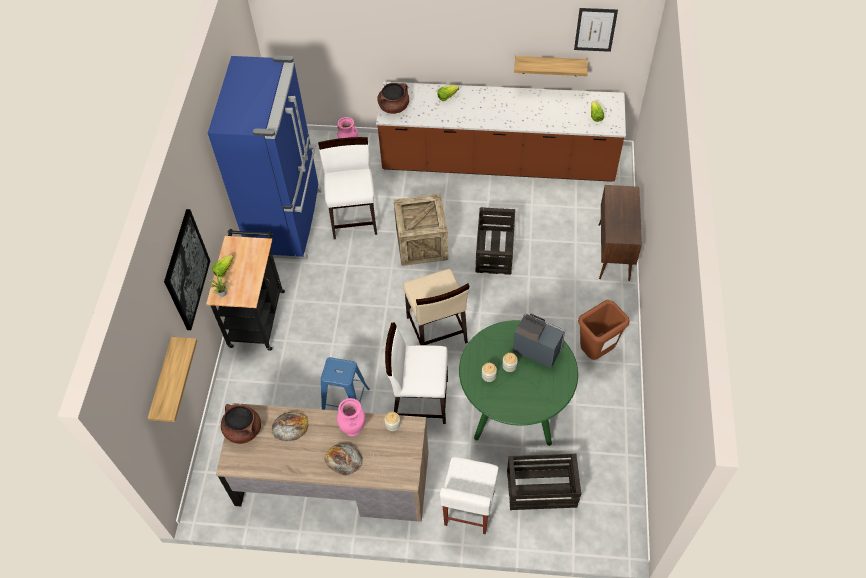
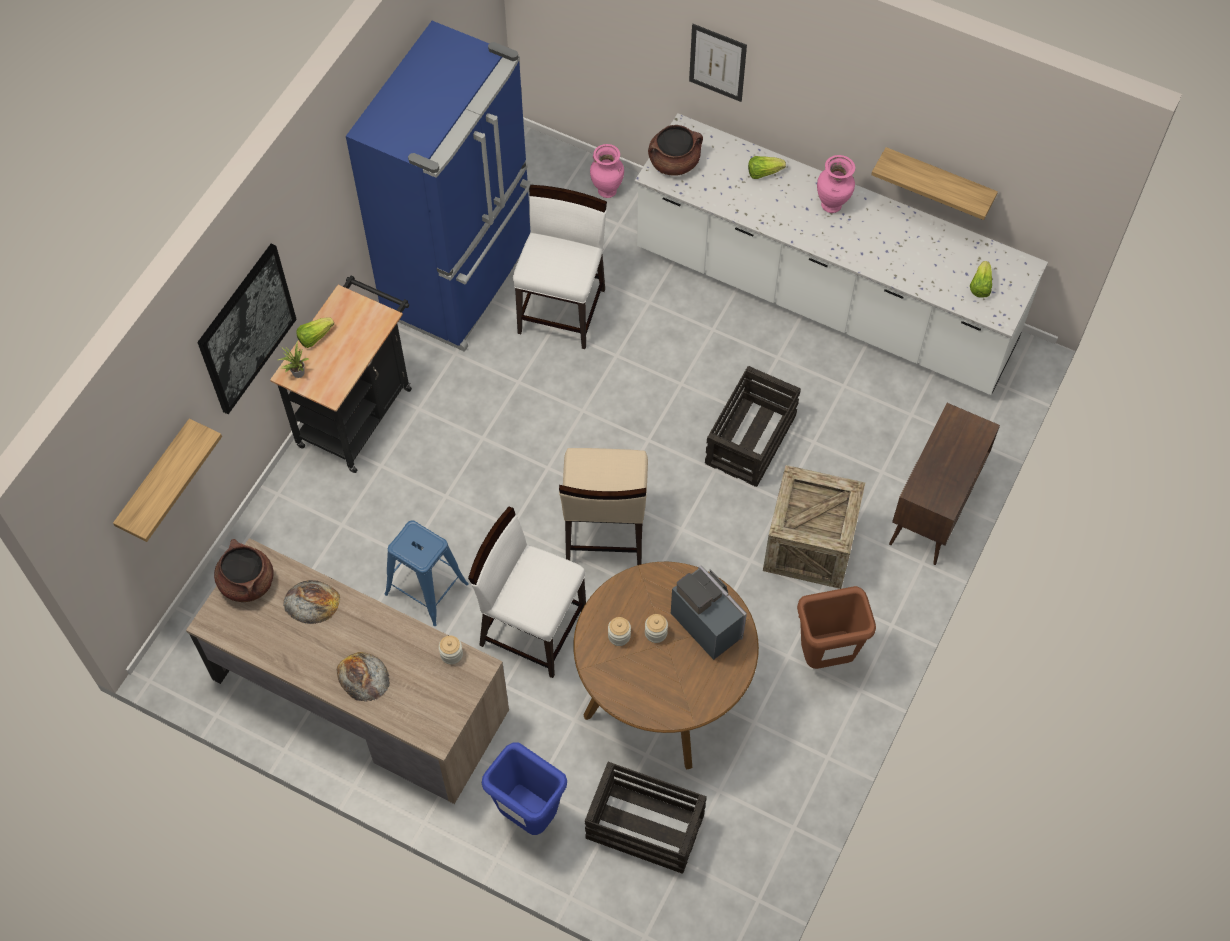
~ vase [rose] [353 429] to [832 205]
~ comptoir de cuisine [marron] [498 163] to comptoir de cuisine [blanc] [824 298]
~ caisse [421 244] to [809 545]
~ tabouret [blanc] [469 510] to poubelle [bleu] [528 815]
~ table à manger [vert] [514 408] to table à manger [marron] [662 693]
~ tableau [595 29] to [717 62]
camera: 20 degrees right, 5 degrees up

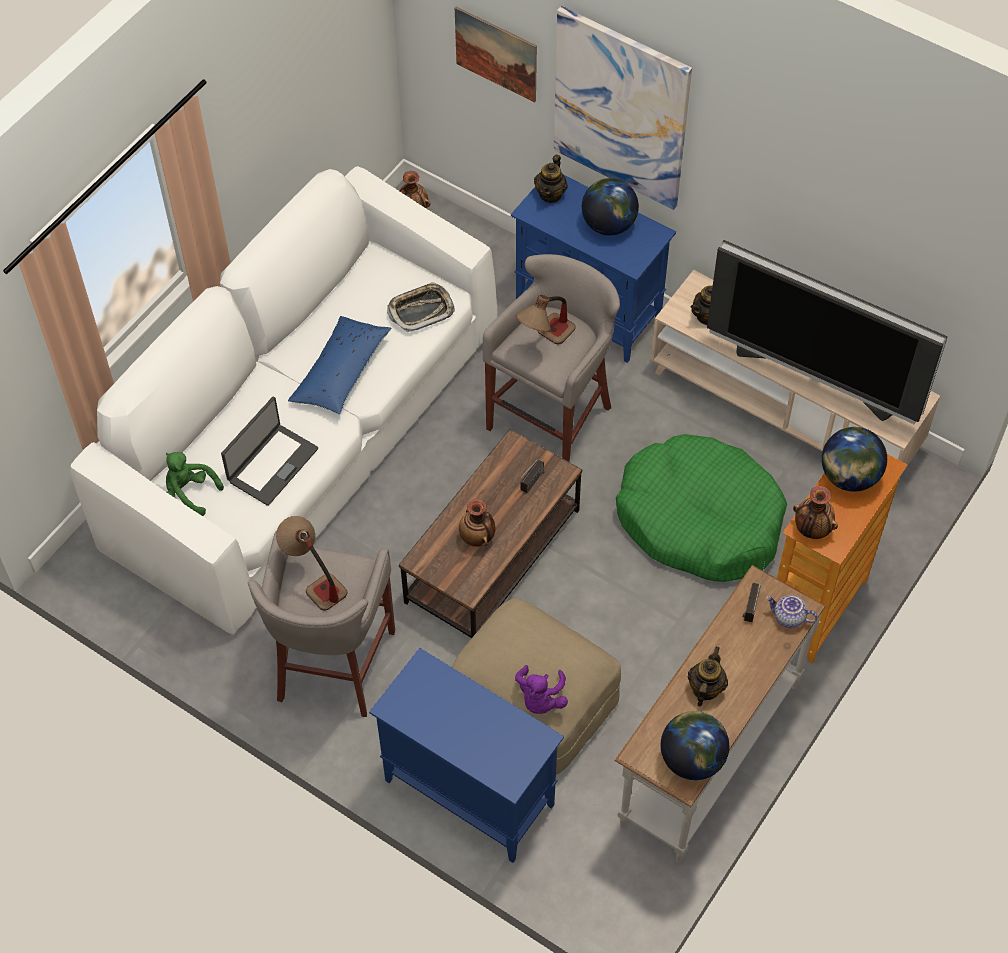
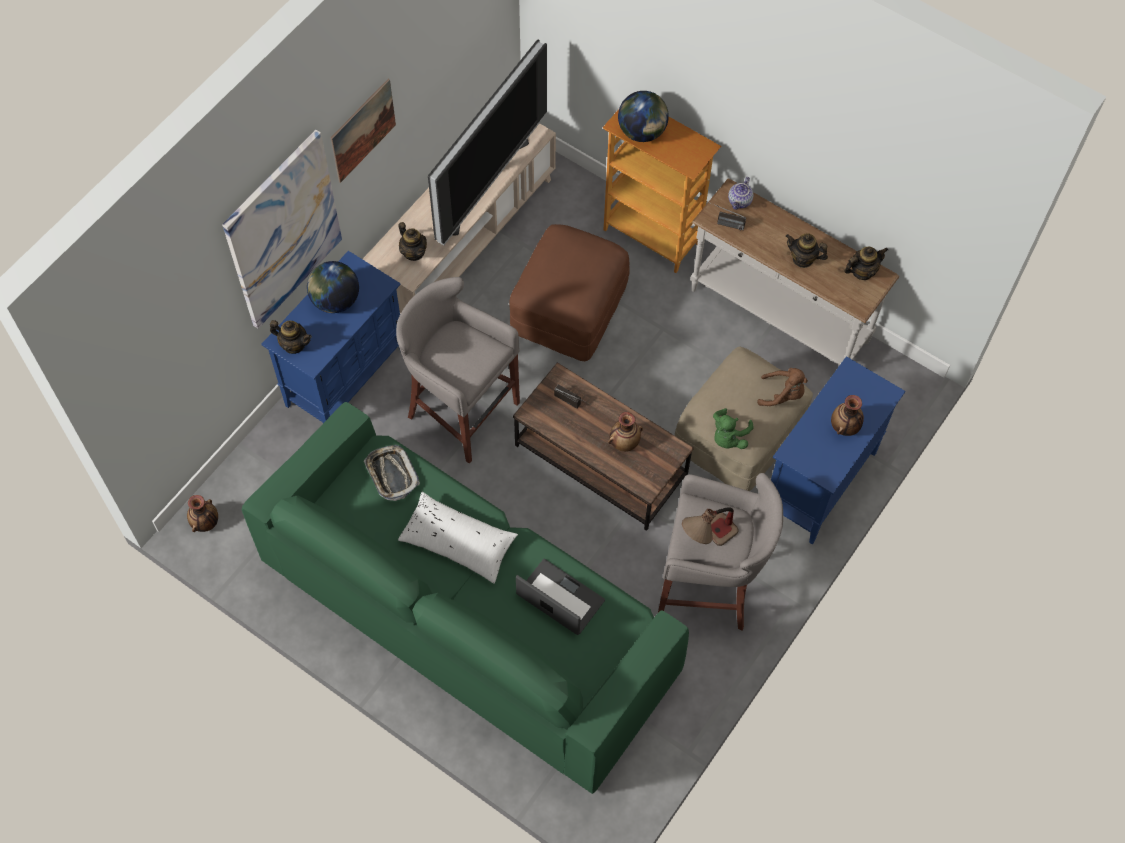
~ canapé [blanc] [304 437] to canapé [vert] [469 616]
~ peluche [vert] [190 493] to [728 437]
~ coussin [bleu] [341 372] to coussin [blanc] [458 542]
~ tableau [496 54] to [363 130]
~ peluche [violet] [540 699] to peluche [marron] [782 394]
- lampe de table [545 341]
~ panier pour chien [vert] [699 520] to pouf [marron] [568 308]
~ globe [692 759] to théière [862 271]
~ vase [812 529] to [845 427]
camera: 90 degrees left, 5 degrees up

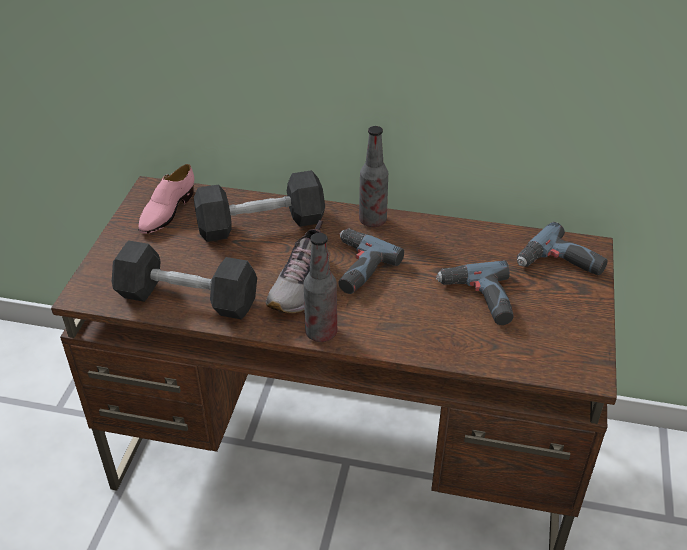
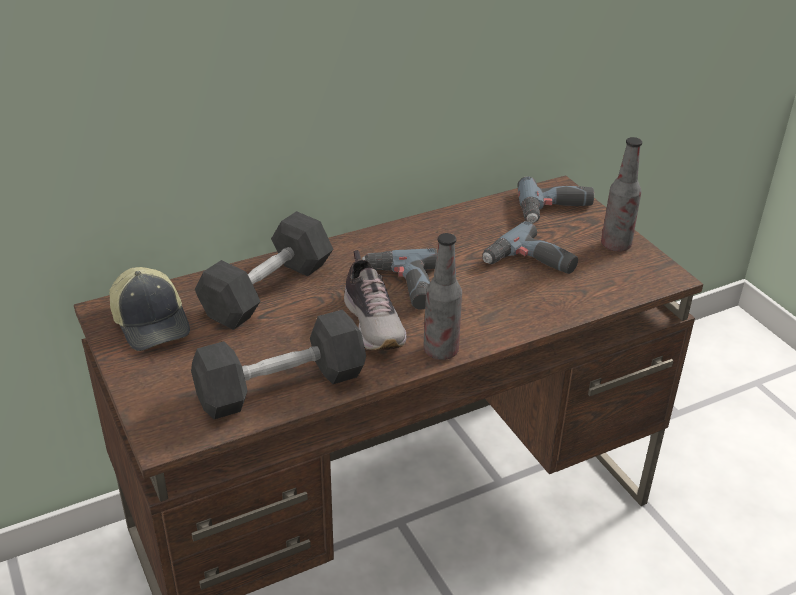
~ chaussure [rose] [167 211] to casquette [152 323]
~ bouteille [372 220] to [615 245]
camera: 40 degrees left, 5 degrees down

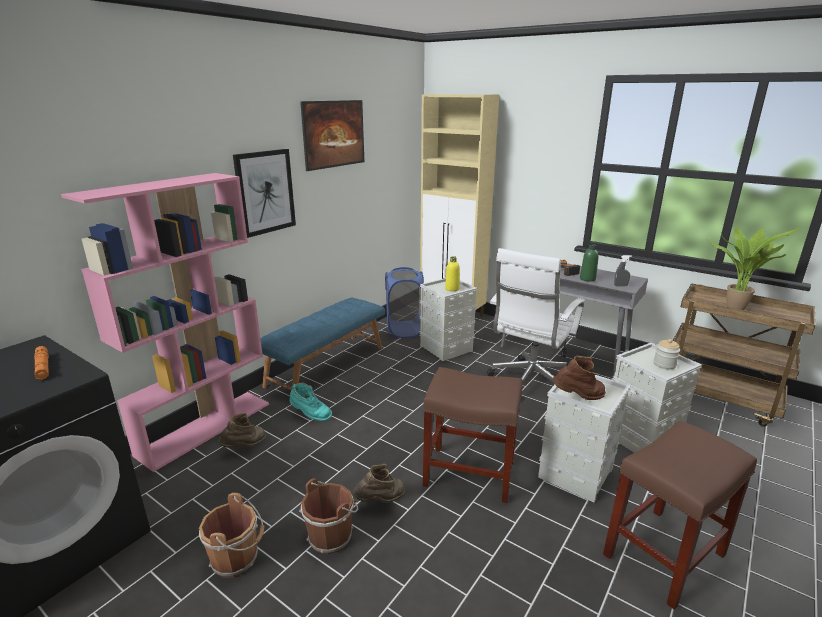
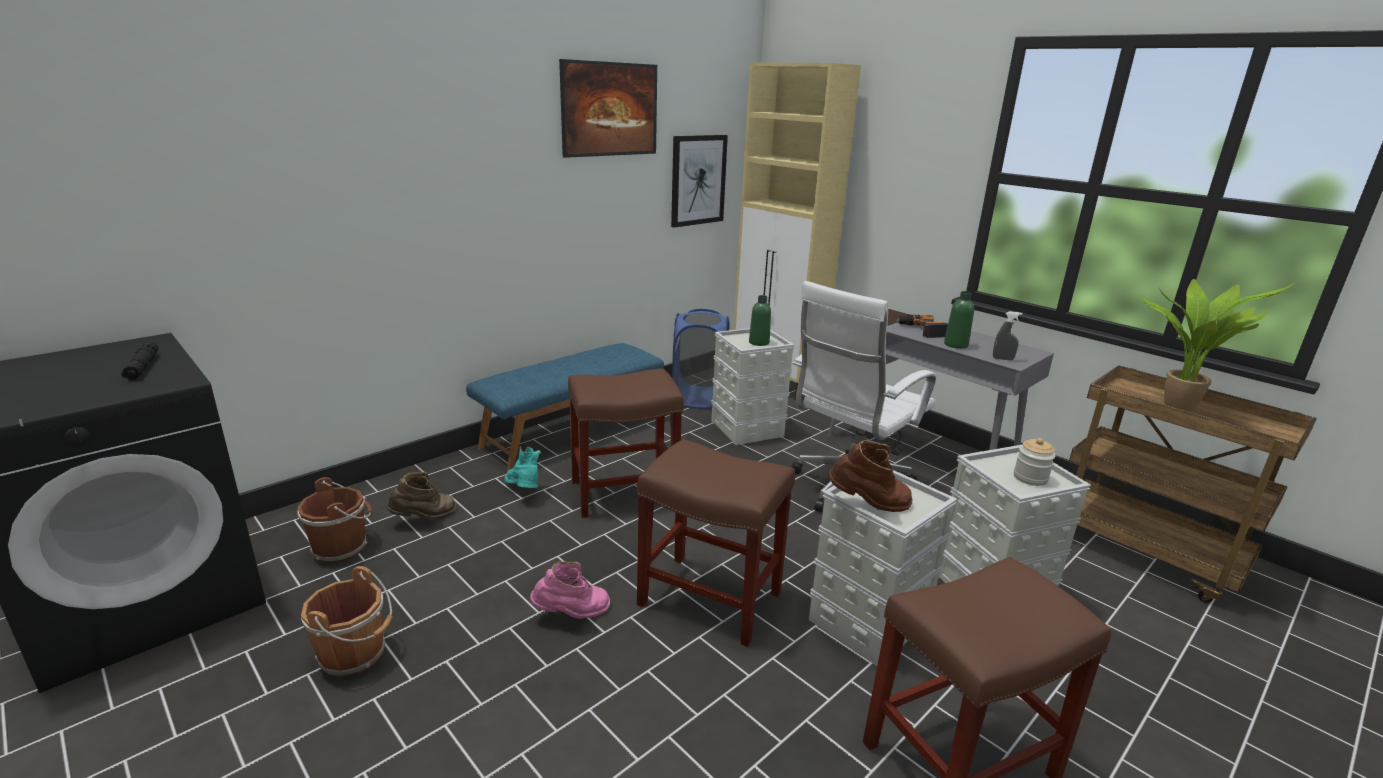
~ lampe de poche [orange] [43 367] to lampe de poche [noir] [143 367]
- bibliothèque [rose] [206 427]
~ tableau [265 192] to [698 180]
~ botte [turquoise] [310 415] = [524 491] 150 degrees counterclockwise
~ seau [marron] [331 535] to [342 547]
~ botte [marron] [381 500] to botte [rose] [572 614]
~ bouteille [jaune] [452 289] to bouteille [vert] [759 342]
+ tabouret [marron] [625 492]
camera: 10 degrees right, 0 degrees up

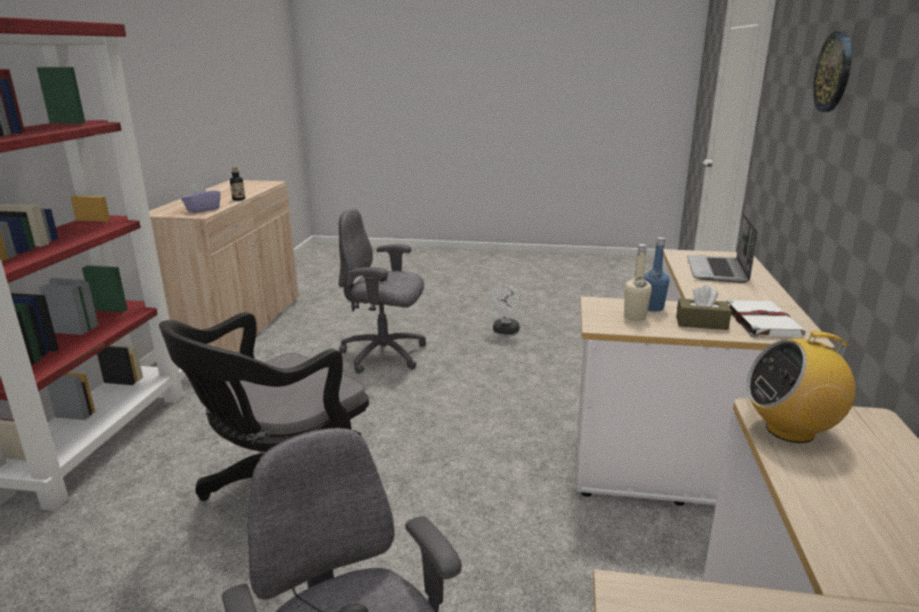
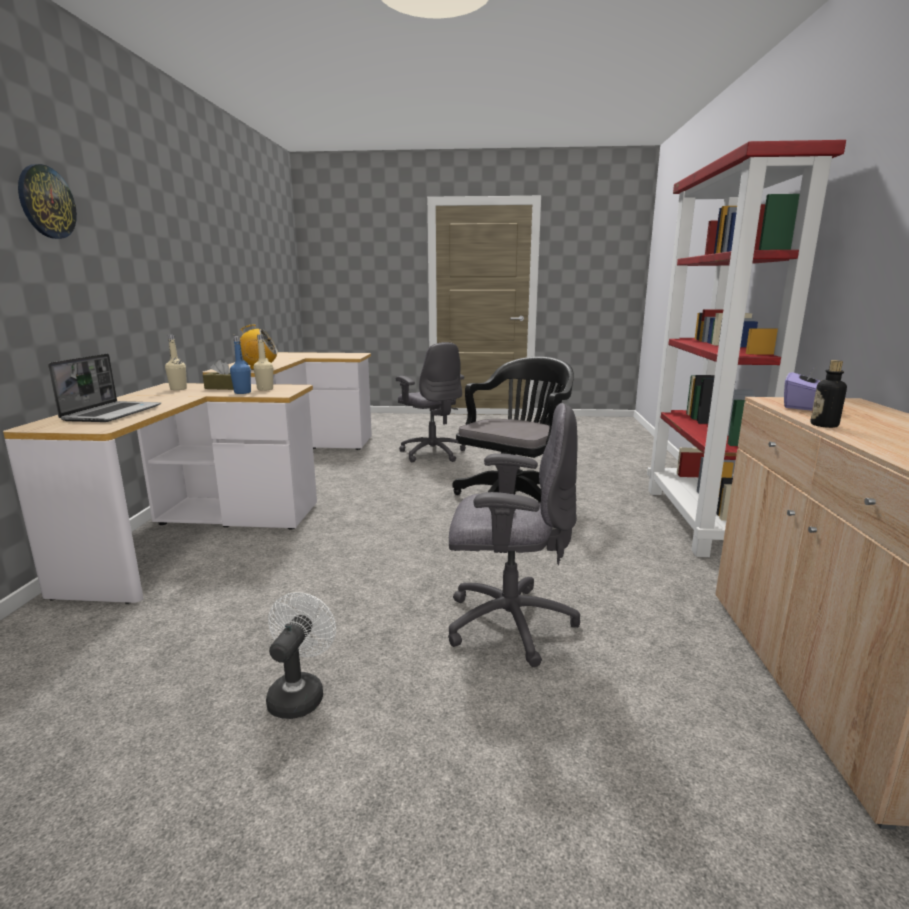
~ livre [blanc] [761 321] to bouteille [beige] [178 389]
camera: 175 degrees right, 5 degrees down

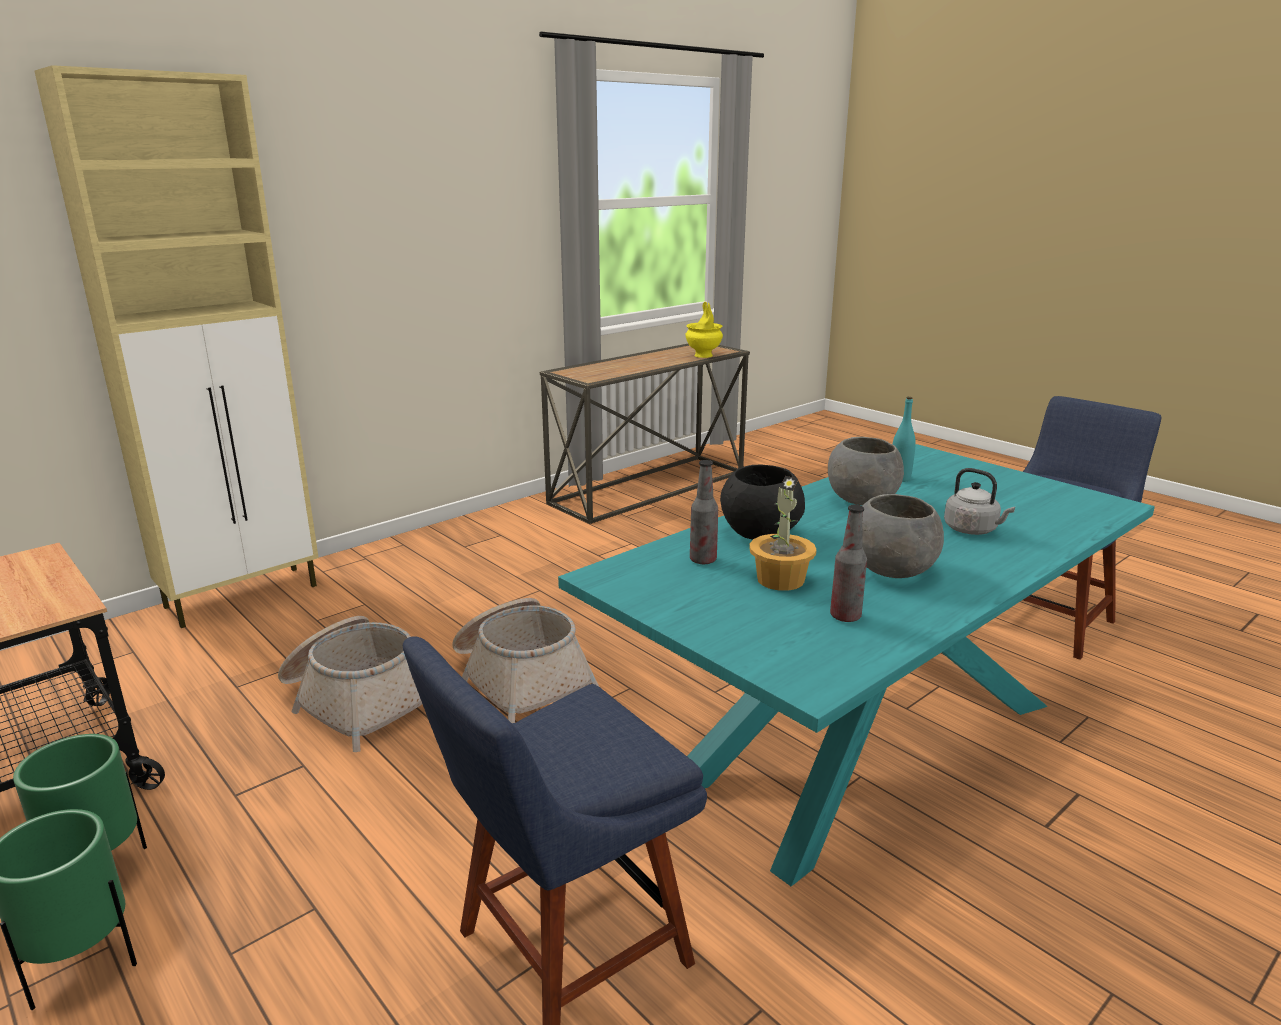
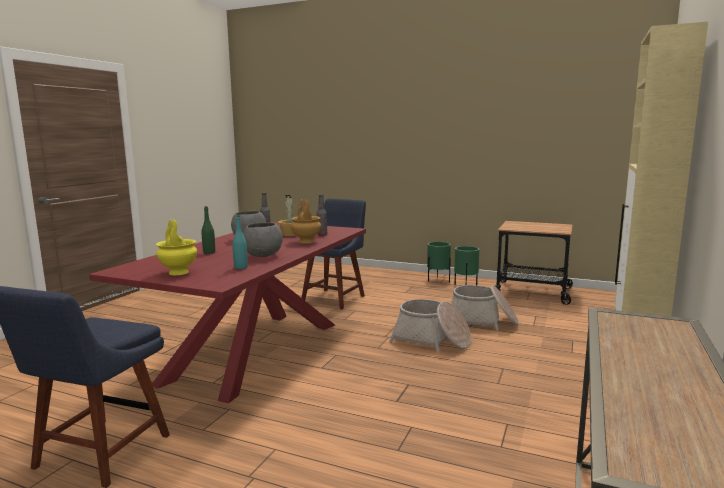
~ table à manger [turquoise] [862 743] to table à manger [rouge] [257 350]
~ vase [jaune] [703 355] to [178 272]
~ bol [noir] [760 534] to vase [marron] [306 242]
~ bouilloire [gris] [973 530] to bouteille [vert] [209 252]
camera: 155 degrees right, 10 degrees down

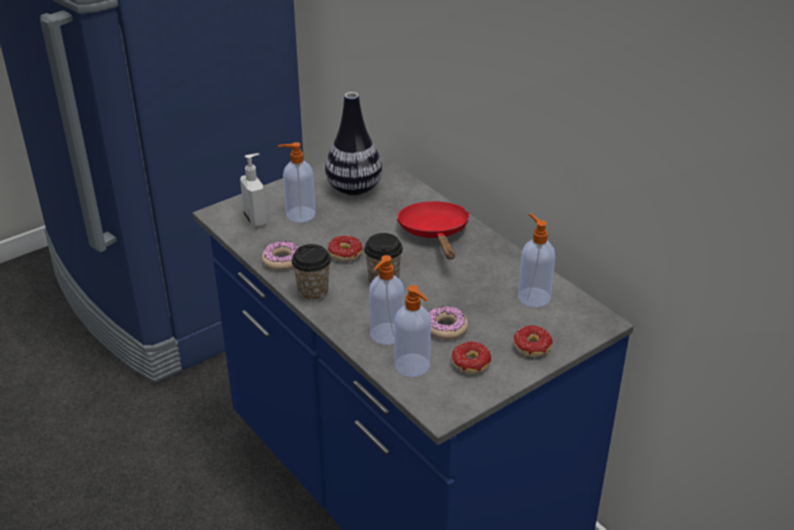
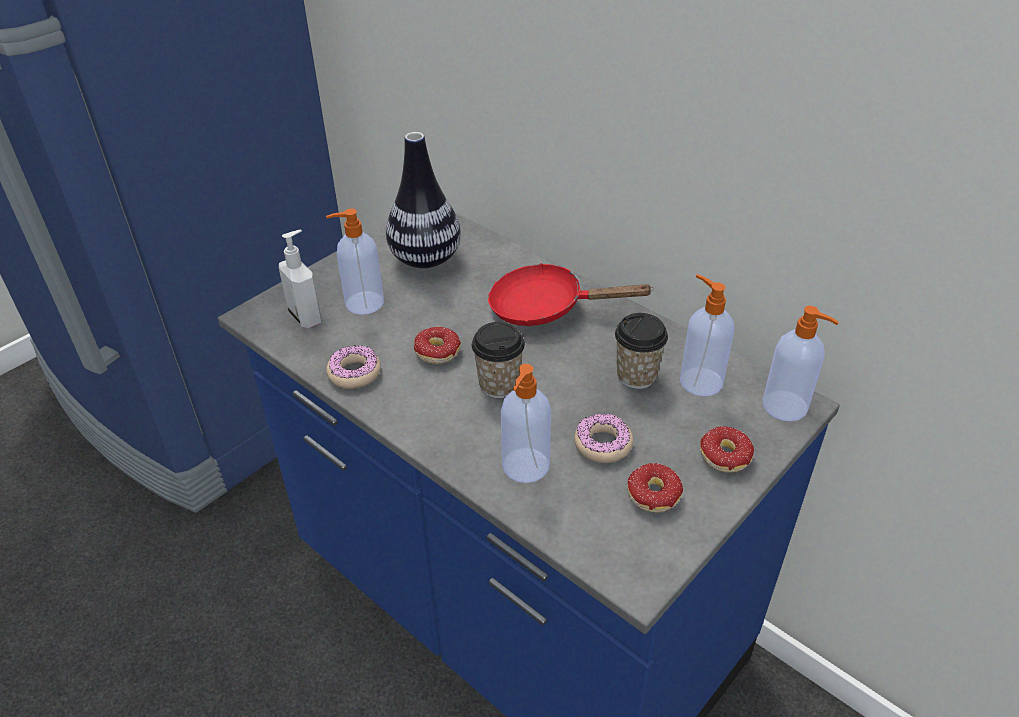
~ tasse [313 293] to [636 376]
~ distributeur de savon [413 366] to [786 407]
~ poêle [rouge] [435 233] = [546 307] 60 degrees counterclockwise
camera: 10 degrees left, 5 degrees up

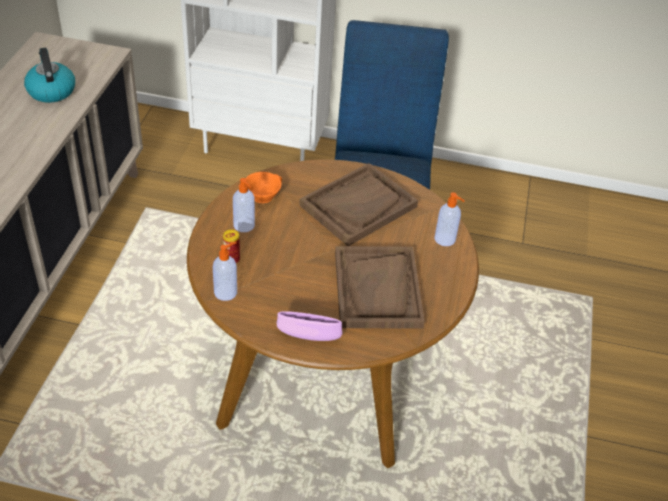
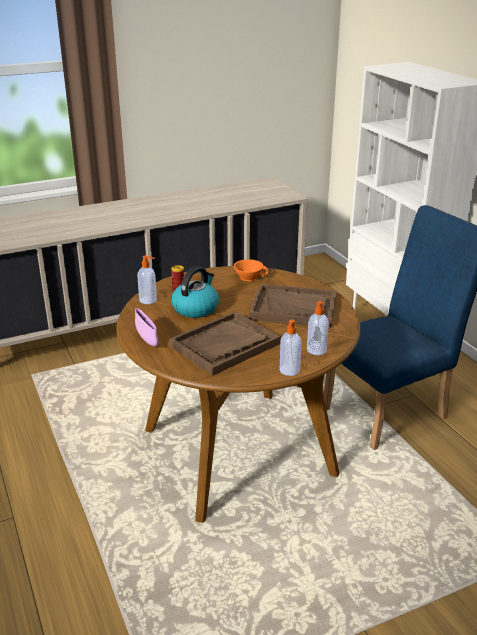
~ bouilloire [51 91] to [196 308]
~ distributeur de savon [244 226] to [289 371]
camera: 55 degrees right, 15 degrees down

